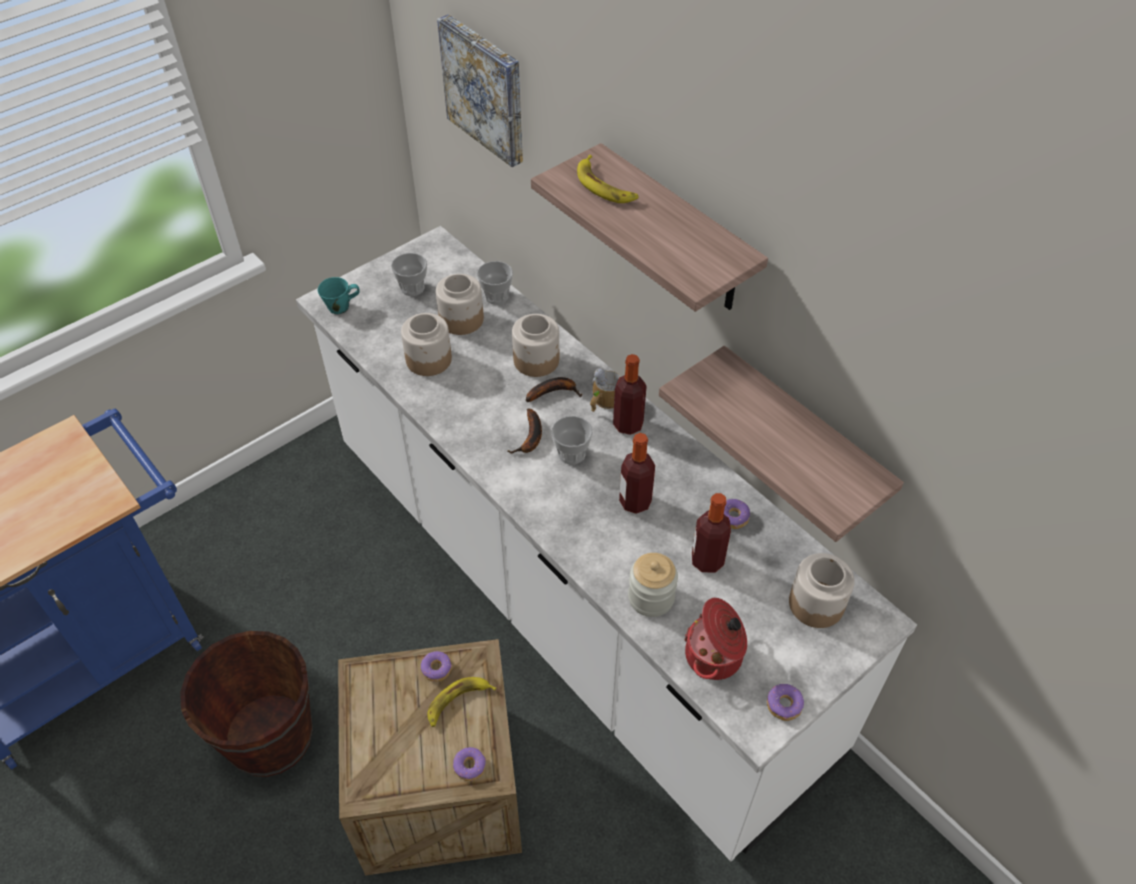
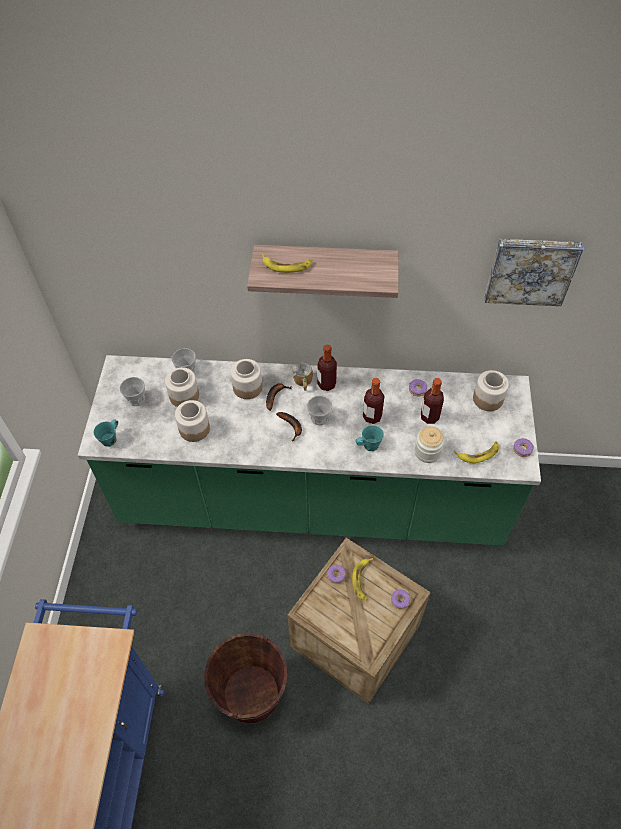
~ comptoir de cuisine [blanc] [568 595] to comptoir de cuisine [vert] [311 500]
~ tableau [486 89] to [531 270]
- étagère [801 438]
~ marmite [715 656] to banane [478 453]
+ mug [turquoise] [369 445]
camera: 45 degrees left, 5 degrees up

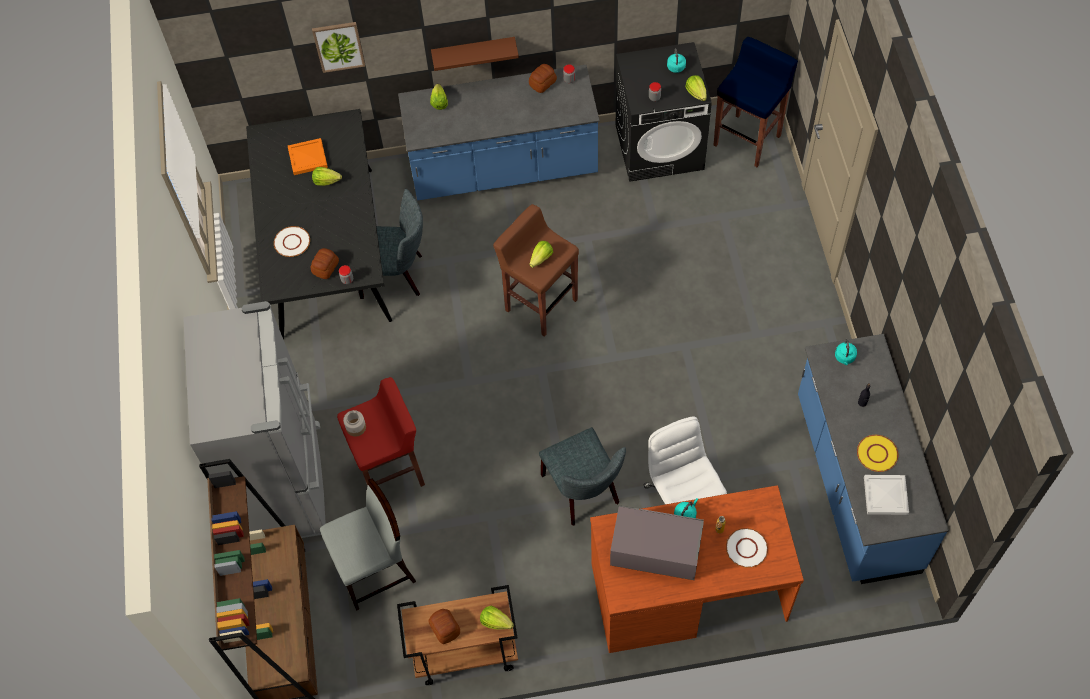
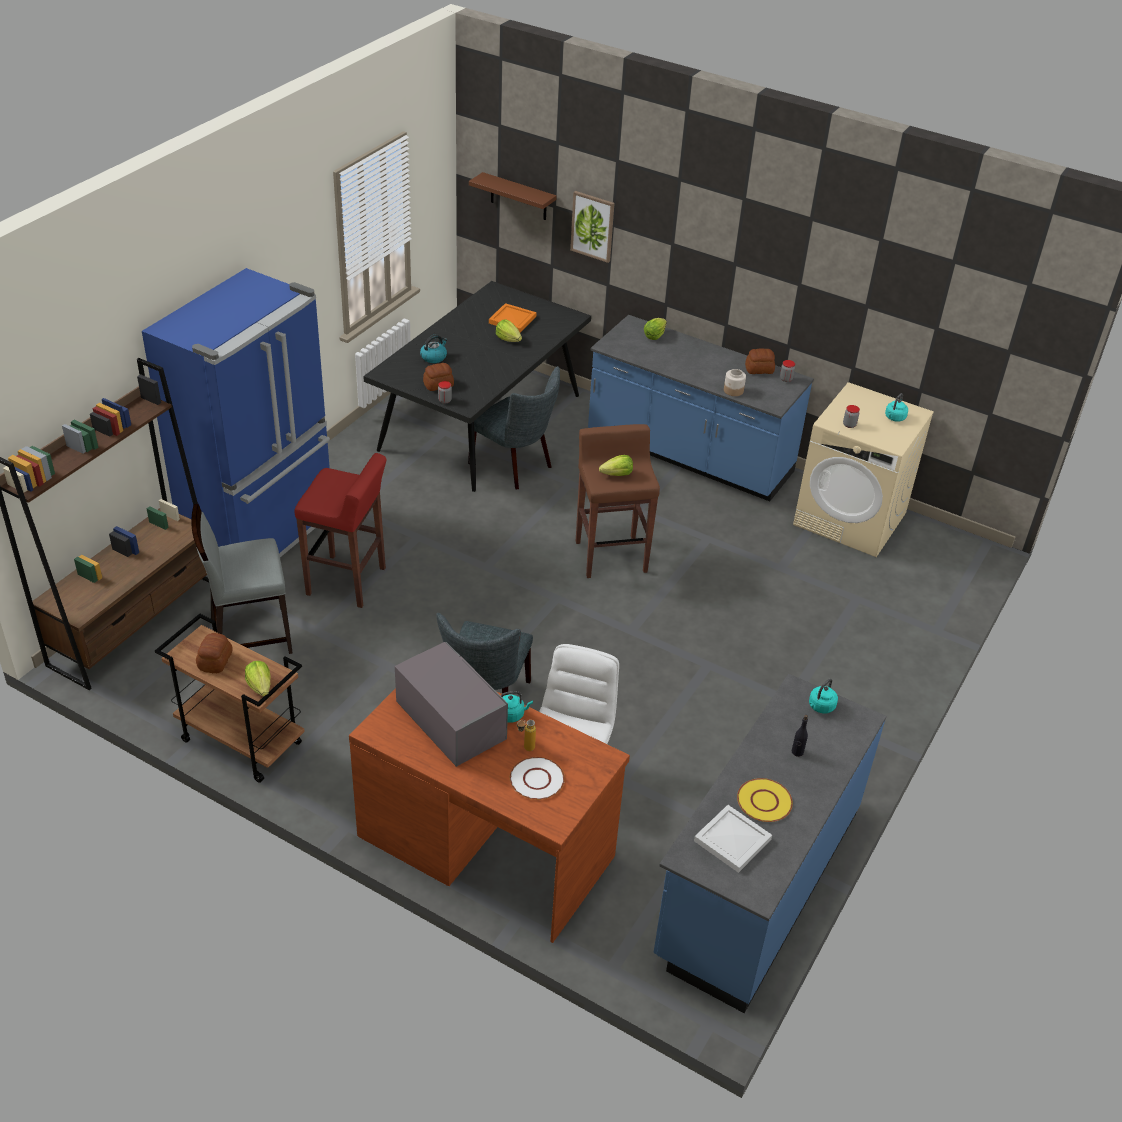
~ réfrigérateur [gris] [288 483] to réfrigérateur [bleu] [263 537]
~ assiette [blanc] [292 242] to bouilloire [434 357]
~ chaise [gris] [375 570] = [250 635] 150 degrees clockwise
~ bocal [356 427] to [733 391]
~ étagère [marron] [473 52] to [518 197]
~ lave-linge [noir] [660 147] to lave-linge [beige] [850 519]
- laitue [696 93]
- tabouret [bleu] [748 140]
camera: 35 degrees right, 20 degrees down

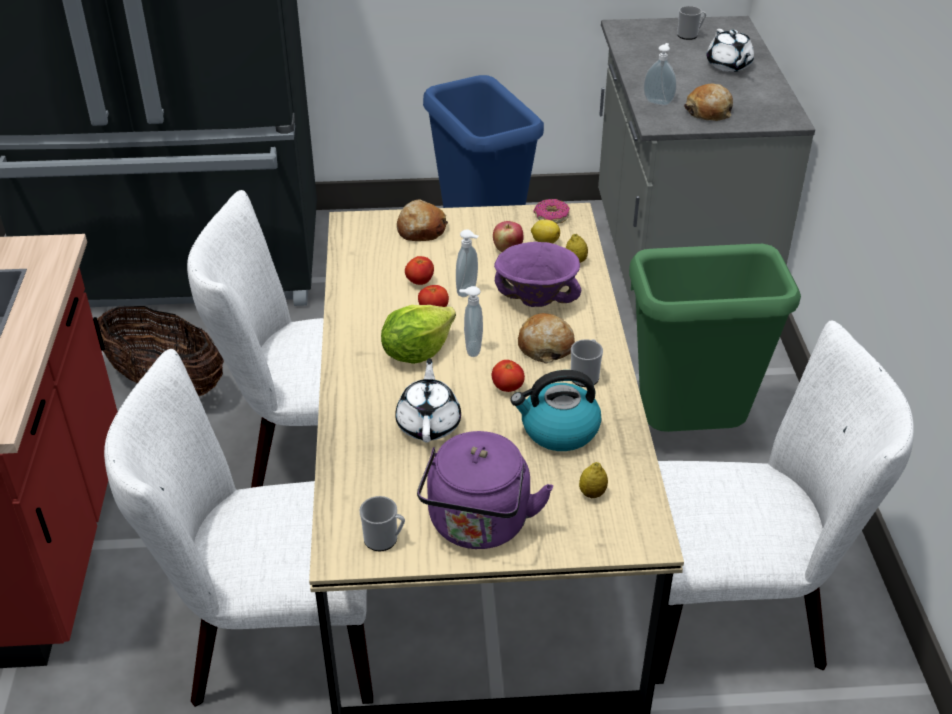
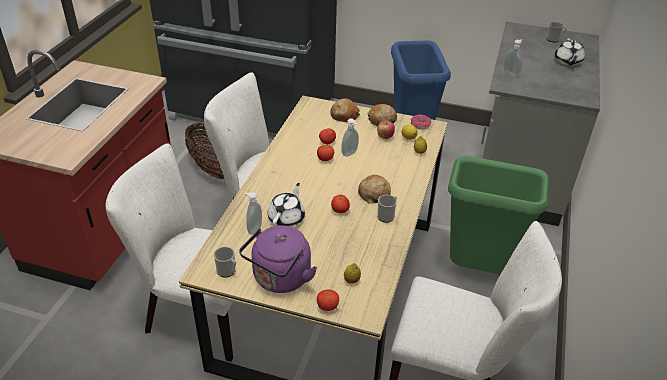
- laitue [416 352]
~ distributeur de savon [471 349] to [254 229]
- bol [violet] [536 297]
- bouilloire [558 430]
~ pain [708 111] to [382 120]
+ tomate [327 307]
camera: 20 degrees right, 0 degrees up

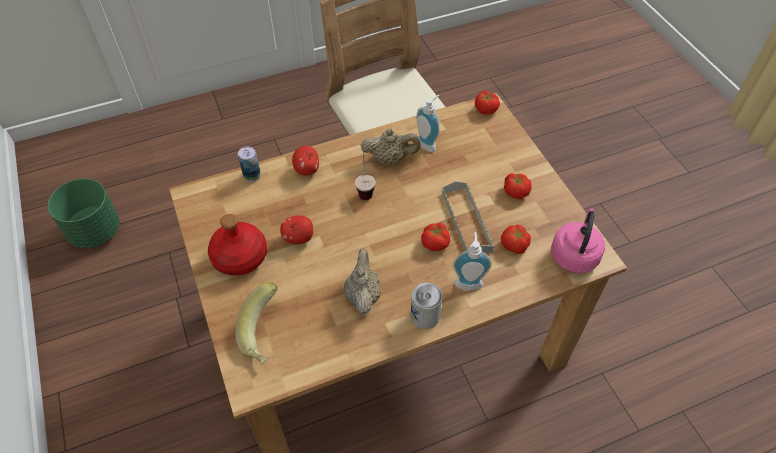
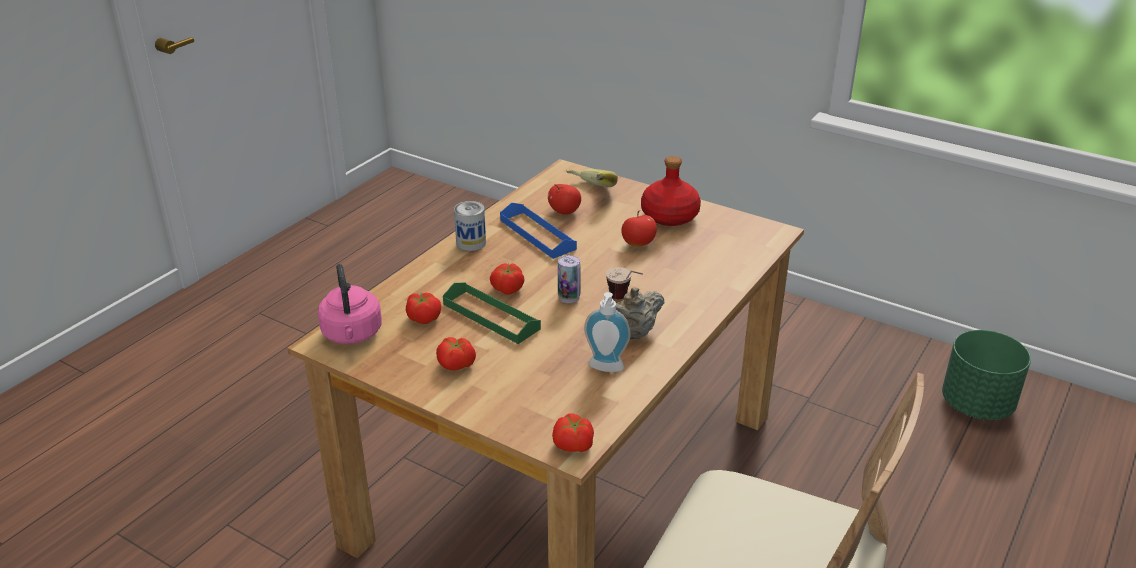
~ boîte métallique [252 175] to [569 297]
~ pomme [307 170] to [564 212]
~ théière [beige] [363 295] to plateau [bleu] [537 234]
~ plateau [gris] [466 221] to plateau [vert] [491 316]
- distributeur de savon [468 281]
camera: 145 degrees right, 20 degrees down

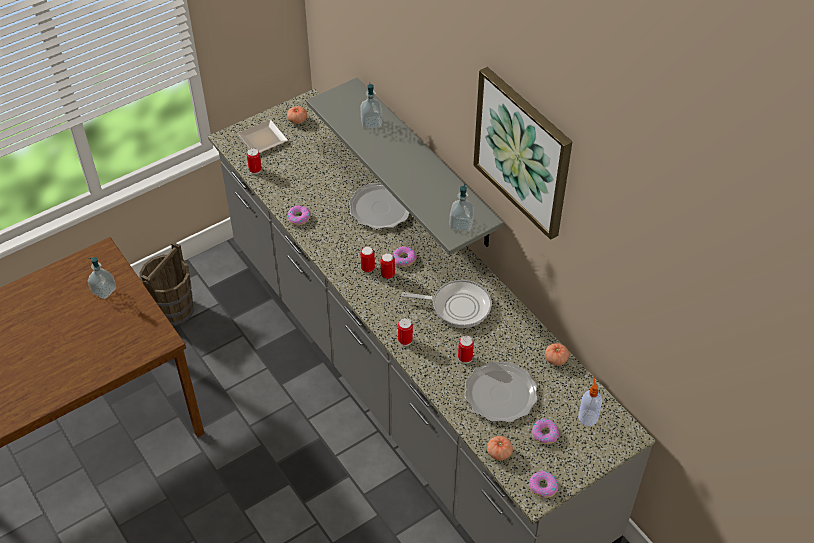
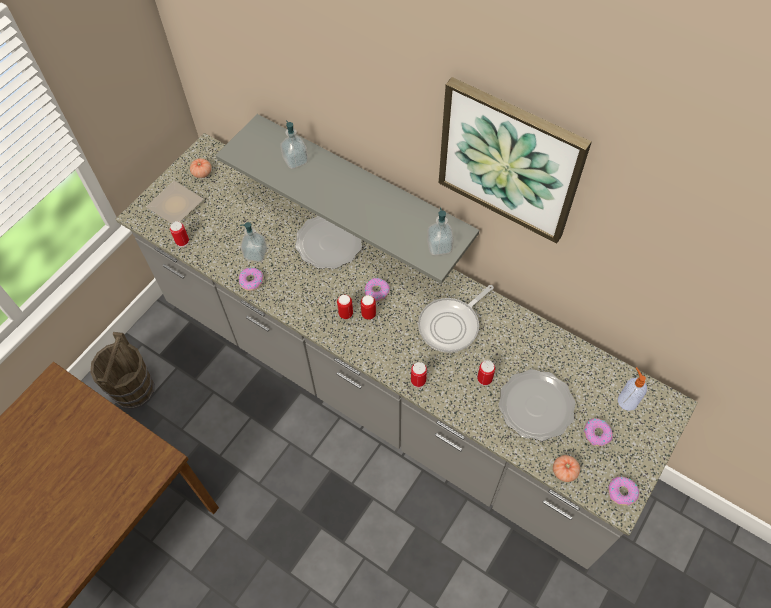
~ distributeur de savon [104 290] to [255 254]
~ poêle [457 306] = [451 325] 150 degrees clockwise
- tomate [556 359]
camera: 20 degrees left, 10 degrees up

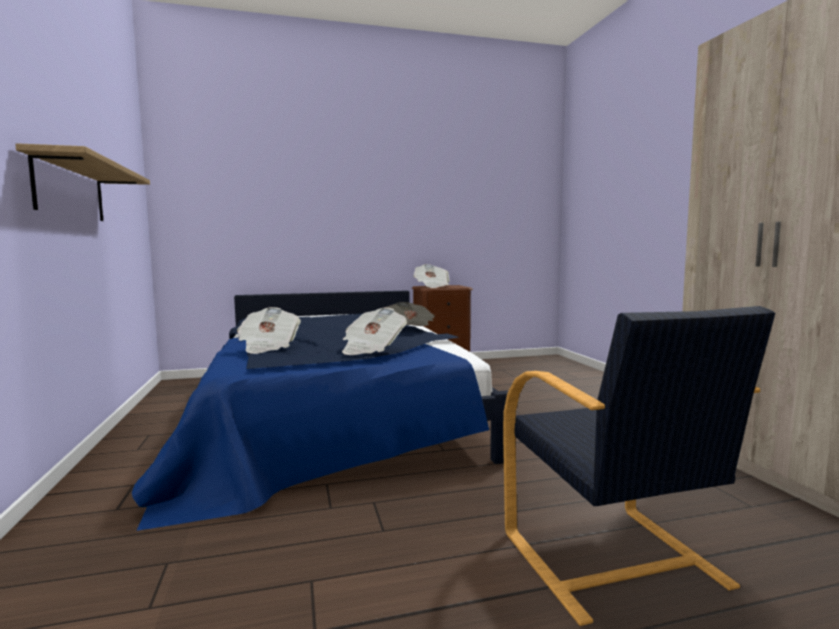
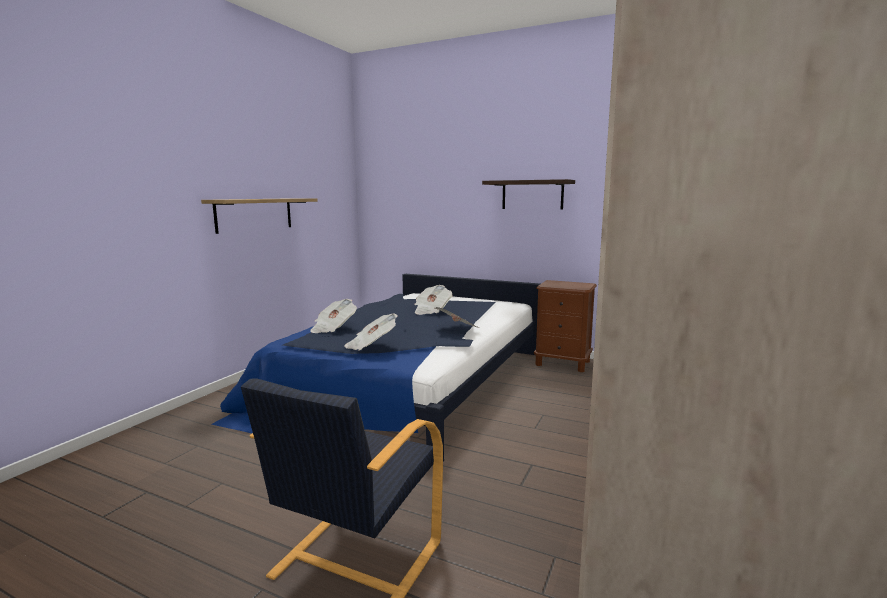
~ journal [431 286] to [431 310]
+ étagère [532 195]
camera: 40 degrees right, 5 degrees up

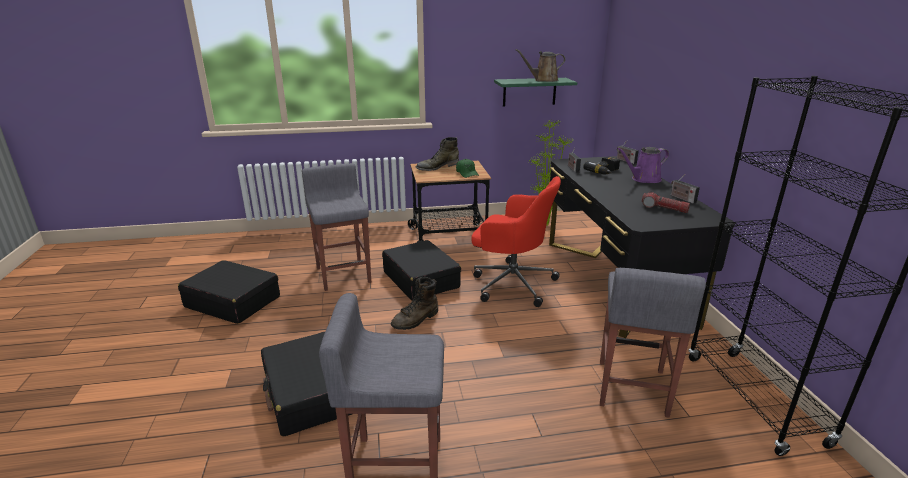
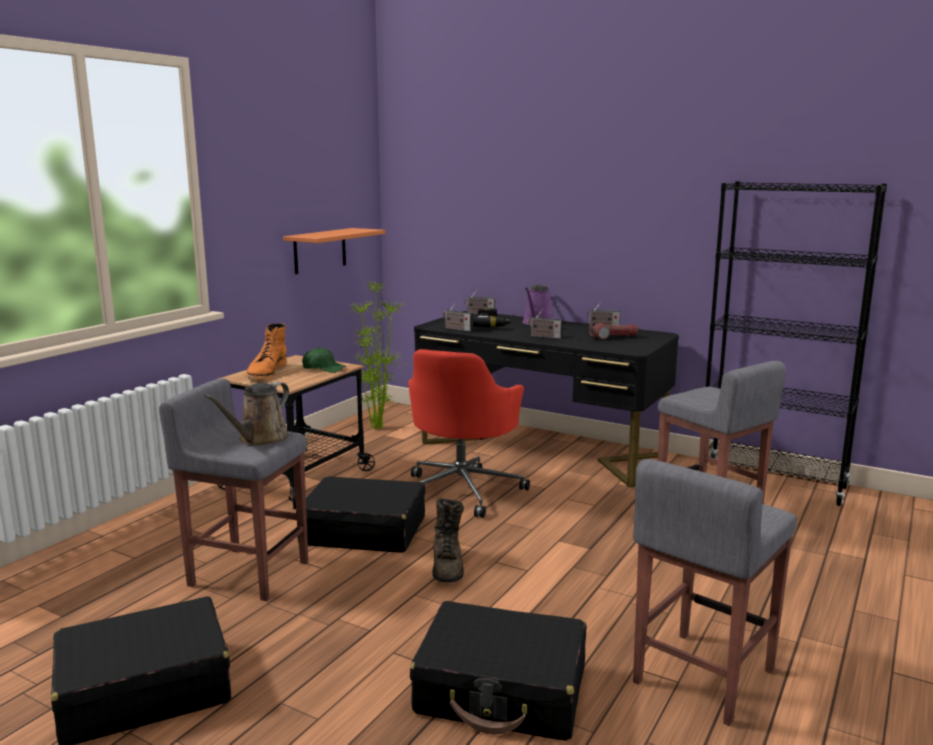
~ botte [vert] [437 167] to botte [orange] [266 372]
~ chaise de bureau [rouge] [511 283] = [462 490] 135 degrees clockwise
~ étagère [vert] [529 92] to étagère [orange] [320 250]
~ arrosoir [marron] [543 80] to [260 439]
+ radio [544 337]
camera: 50 degrees left, 10 degrees down

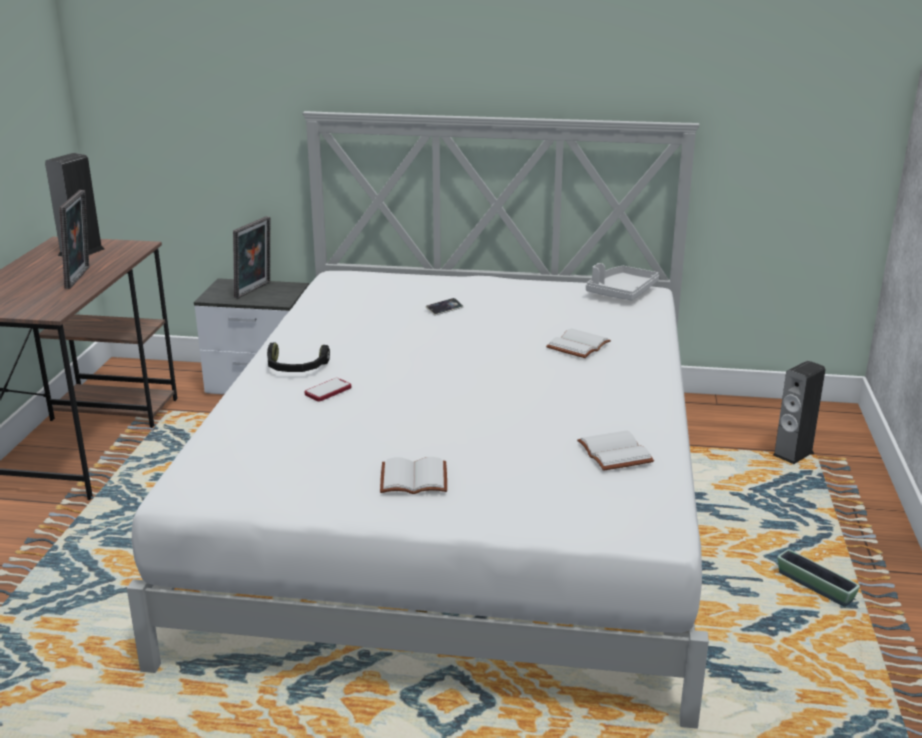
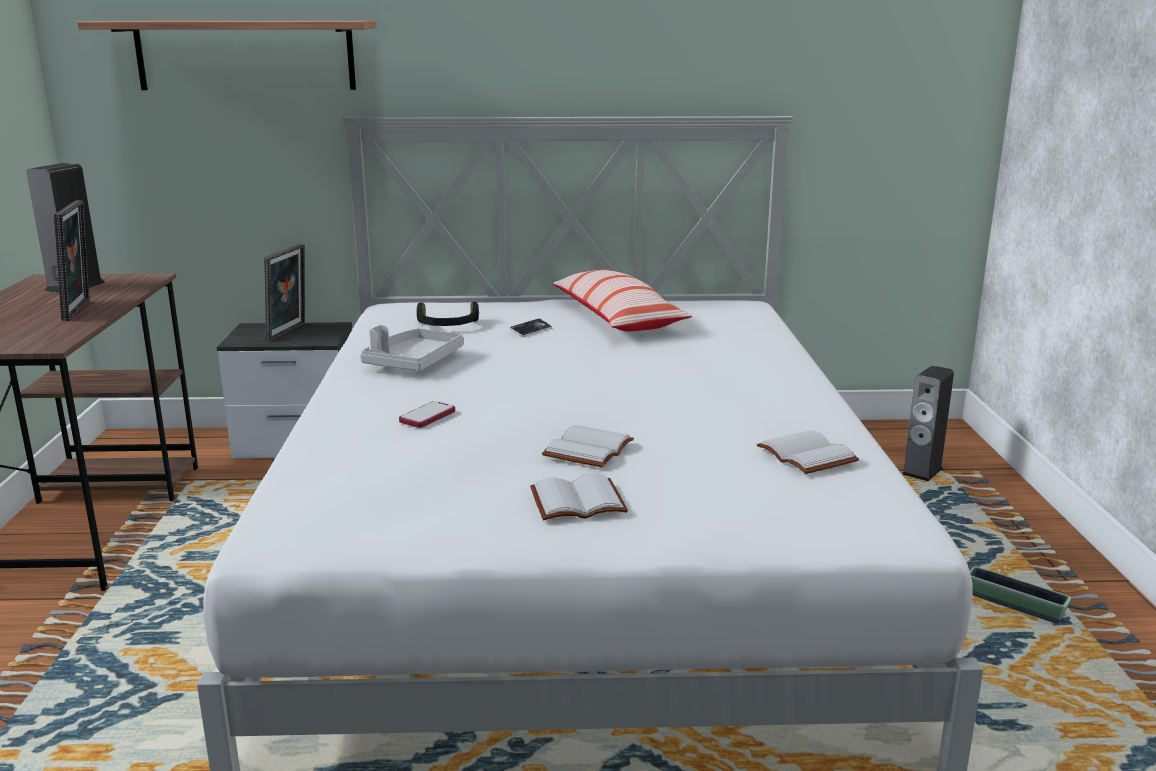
~ casque audio [noir] [296 368] to [447 325]
~ livre [blanc] [579 346] to [590 450]
~ plateau [gris] [621 292] to [413 362]
+ étagère [245 55]
+ coussin [617 318]
camera: 10 degrees left, 5 degrees down

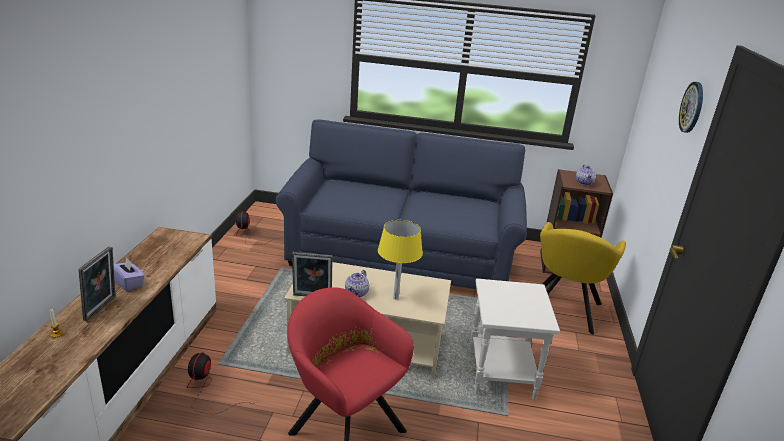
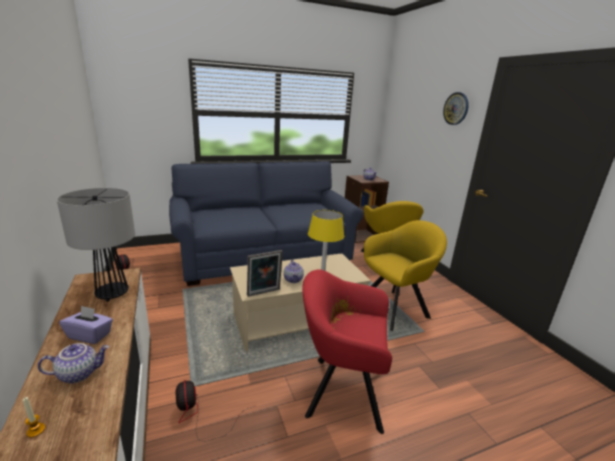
~ cadre photo [102 308] to théière [79 373]
~ table d'appoint [blanc] [502 375] to fauteuil [jaune] [395 308]
+ lampe de table [113 294]
camera: 30 degrees left, 5 degrees down

